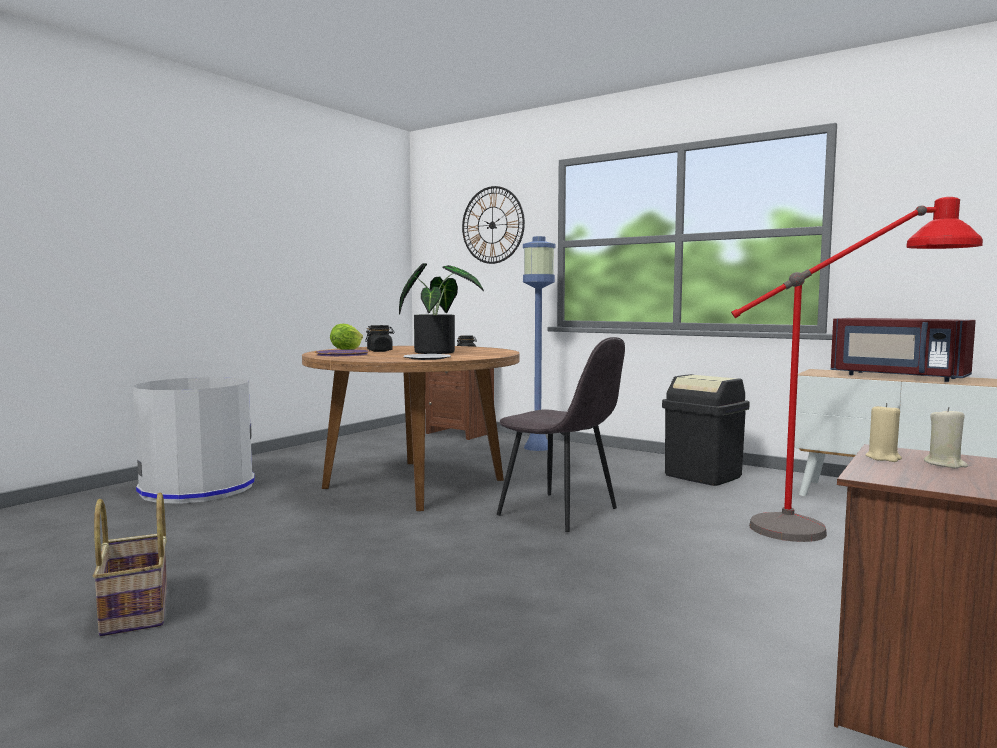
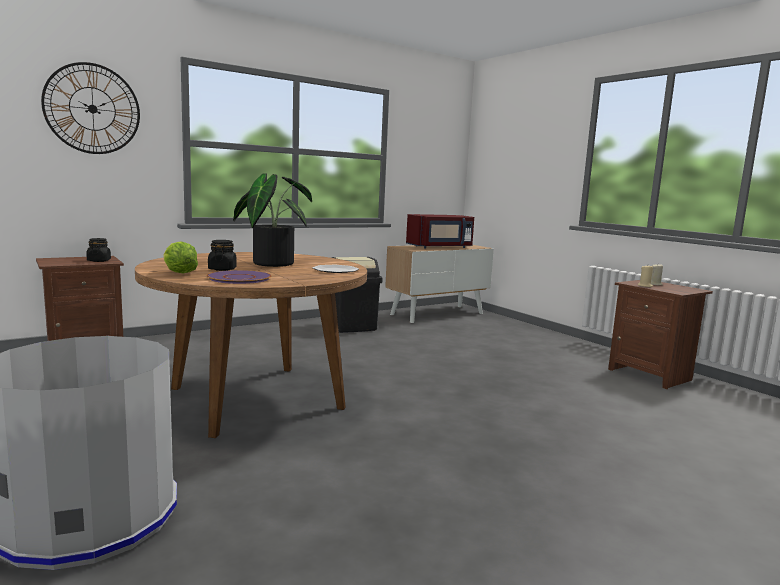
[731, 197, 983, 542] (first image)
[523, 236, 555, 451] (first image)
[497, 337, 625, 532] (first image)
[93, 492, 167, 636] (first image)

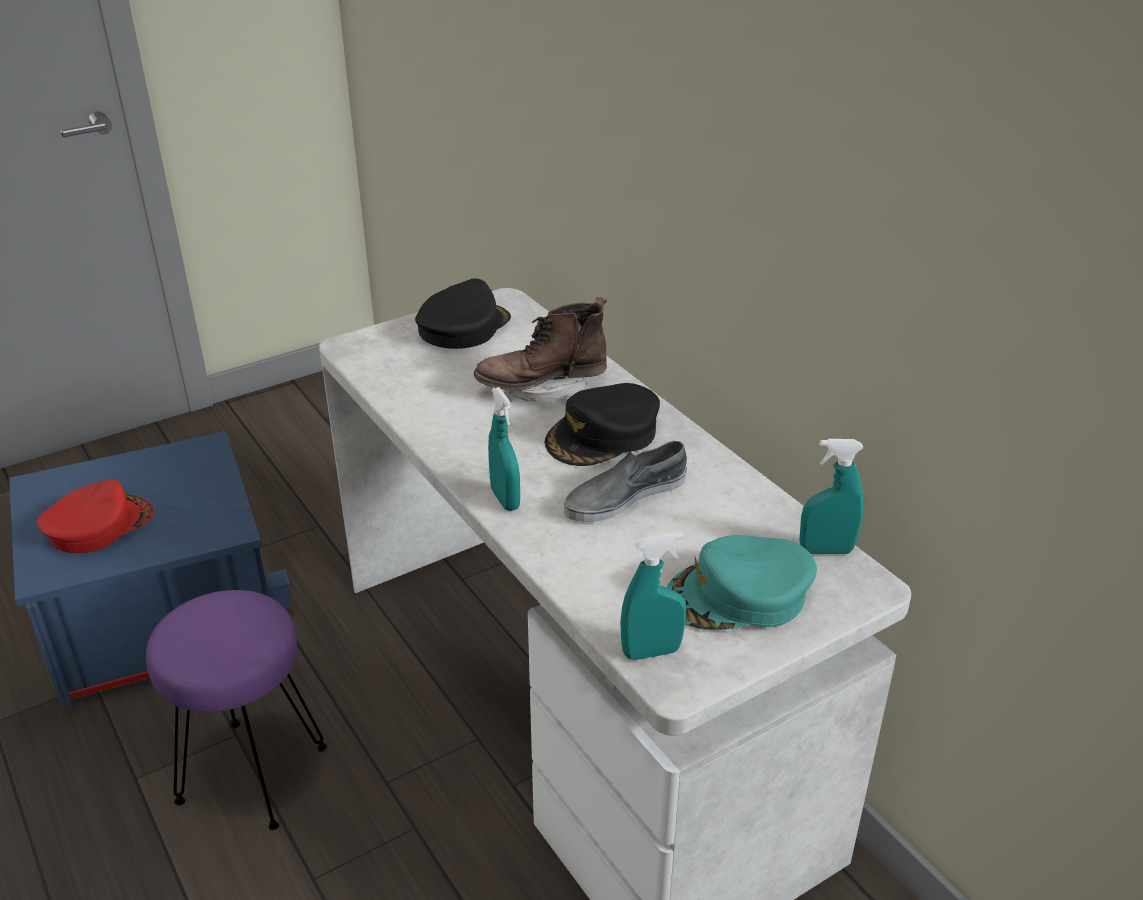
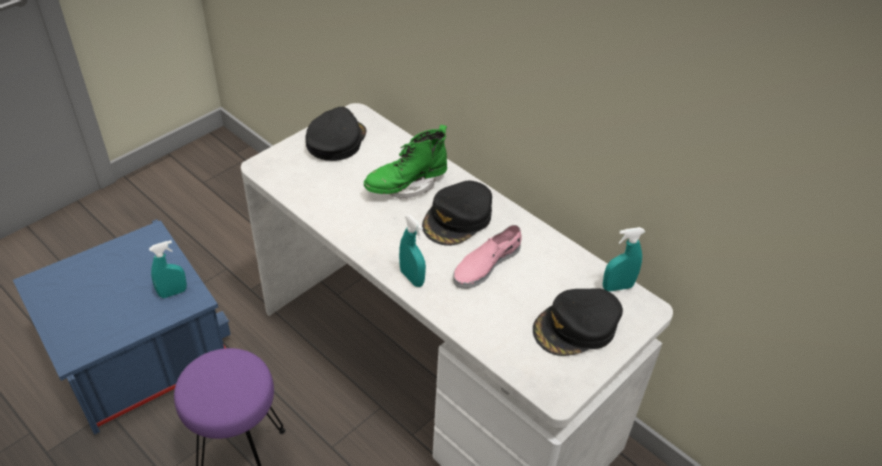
[364, 125, 447, 198]
[453, 225, 521, 289]
[37, 479, 154, 553] (first image)
[149, 240, 187, 298]
[533, 288, 623, 356]

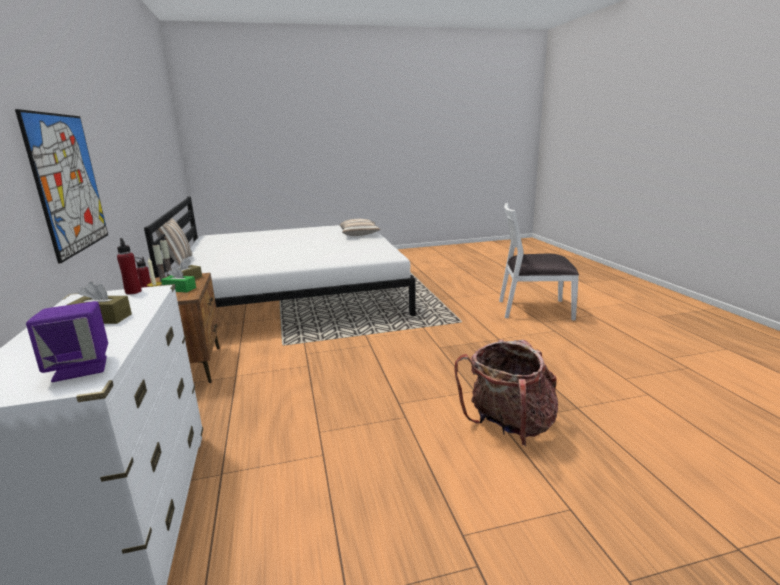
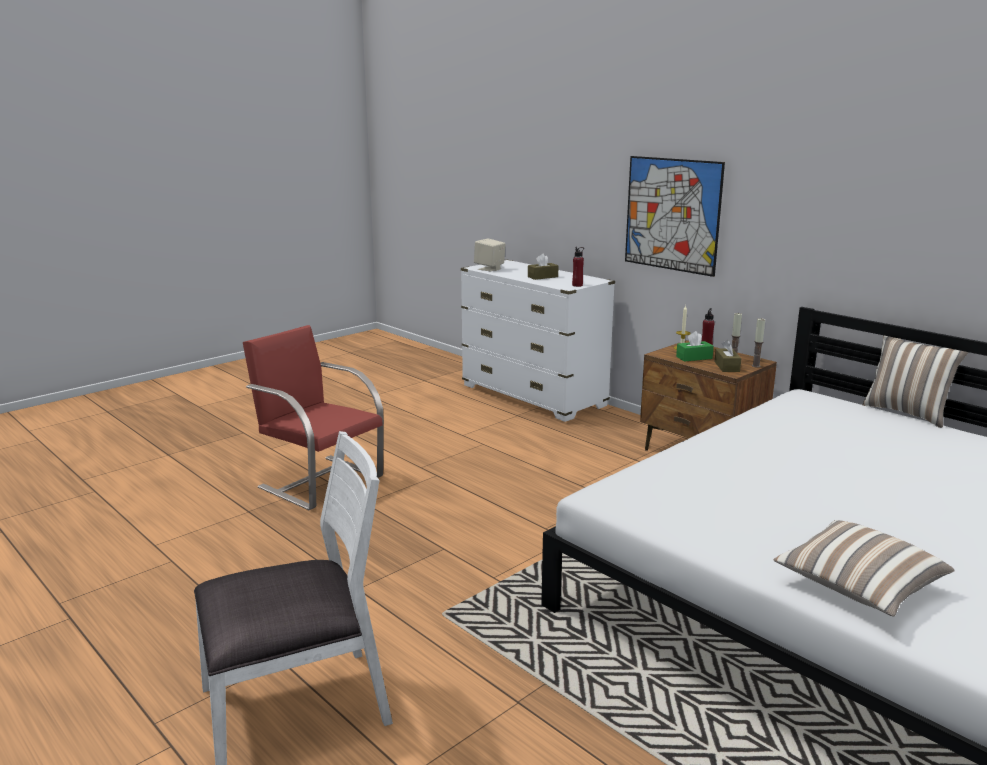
[474, 238, 505, 271]
[243, 325, 384, 510]

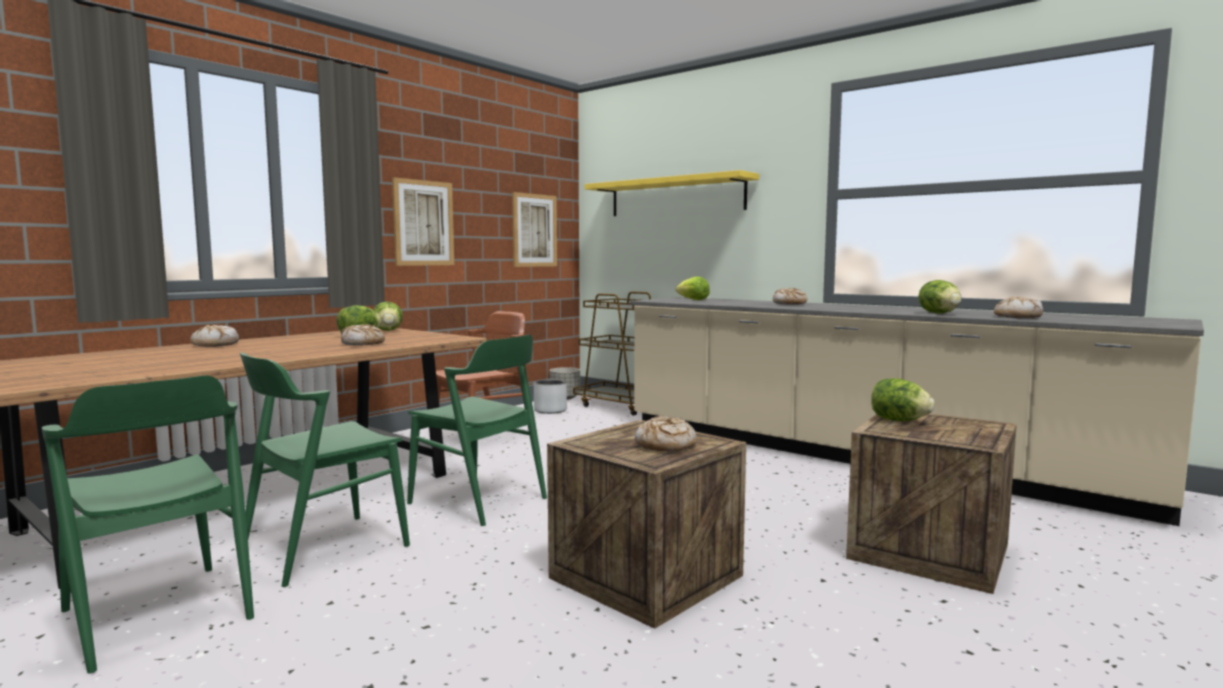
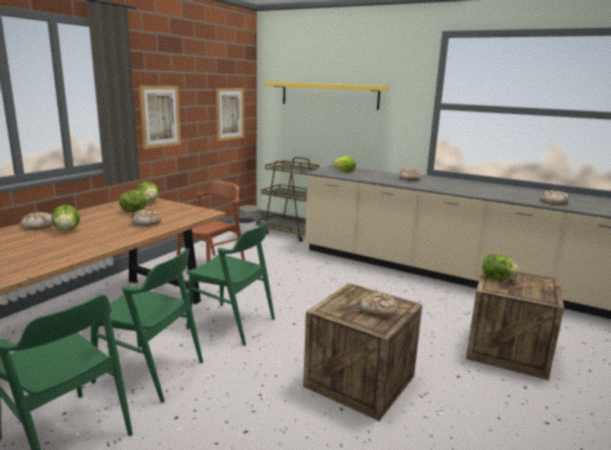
[51, 205, 80, 231]
[91, 248, 203, 403]

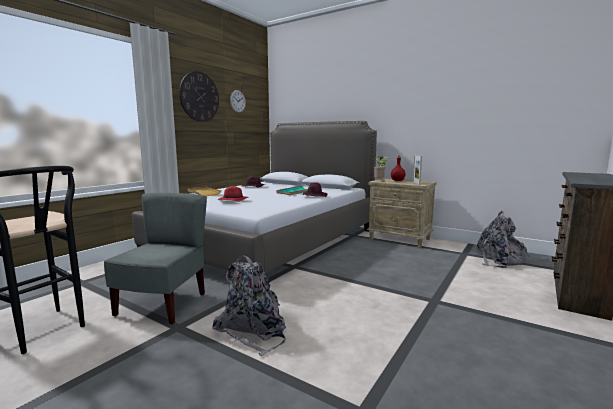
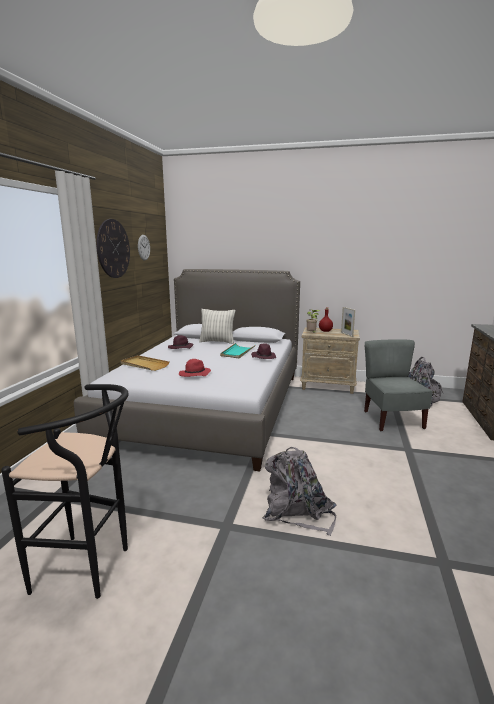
[364, 339, 432, 431]
[199, 309, 235, 344]

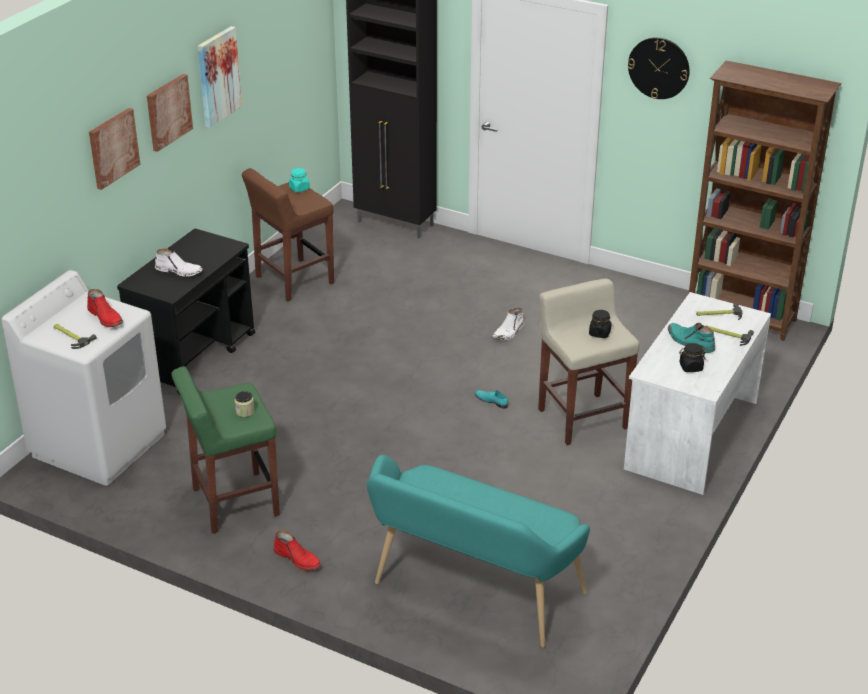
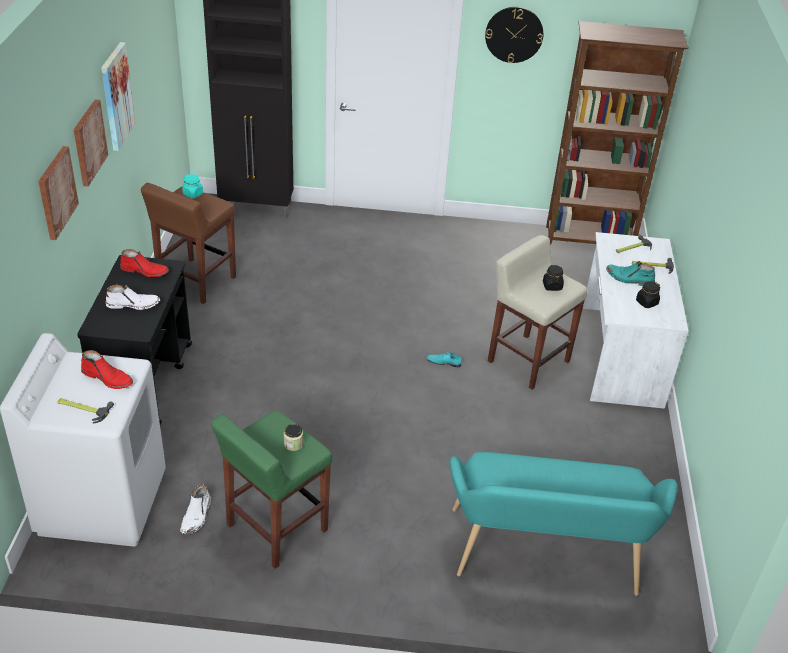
[180, 484, 211, 534]
[120, 249, 169, 277]

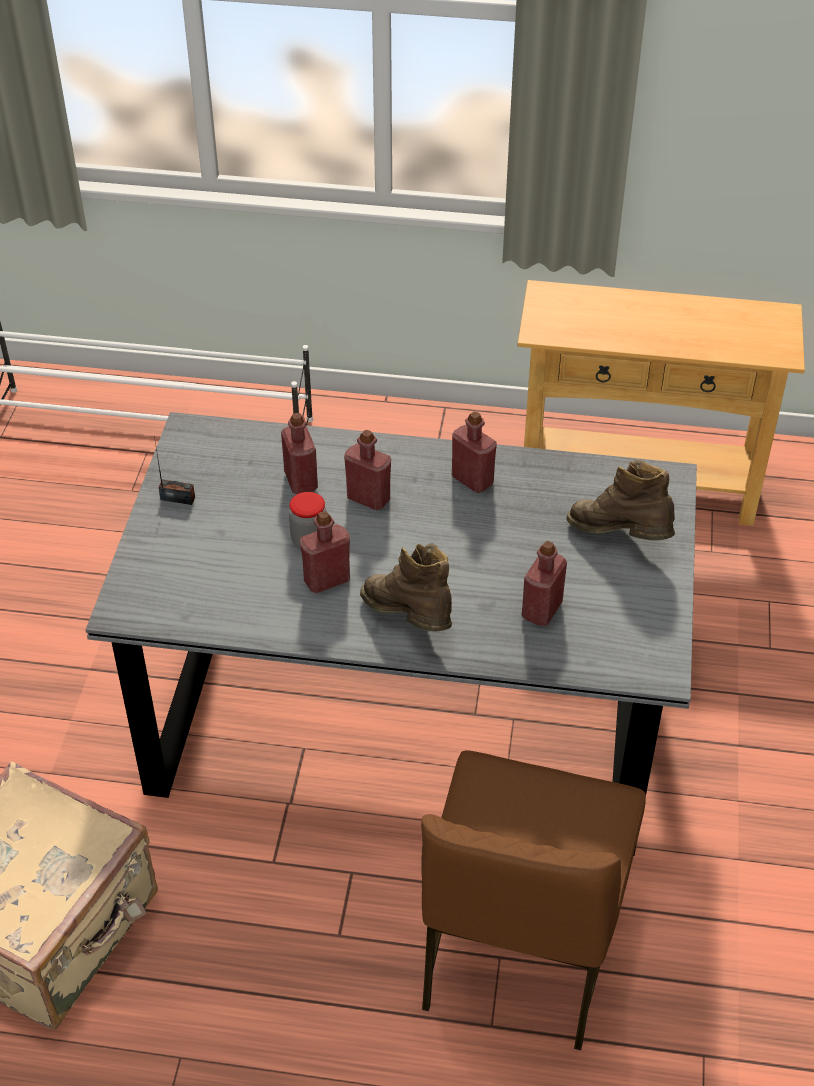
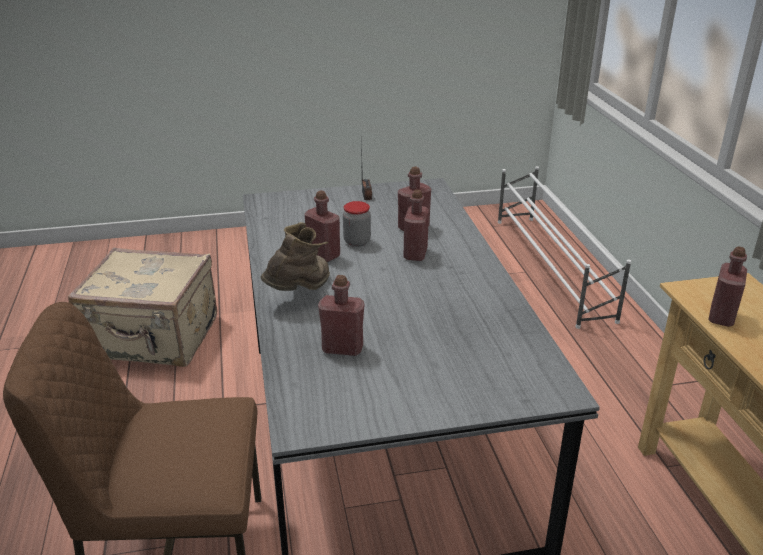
[708, 246, 747, 327]
[567, 460, 675, 541] (first image)

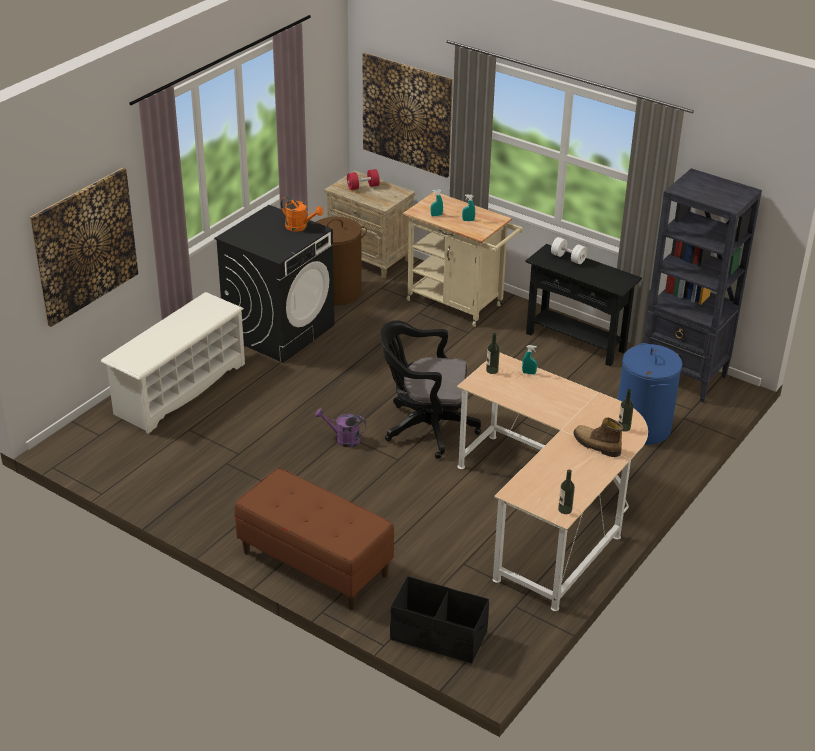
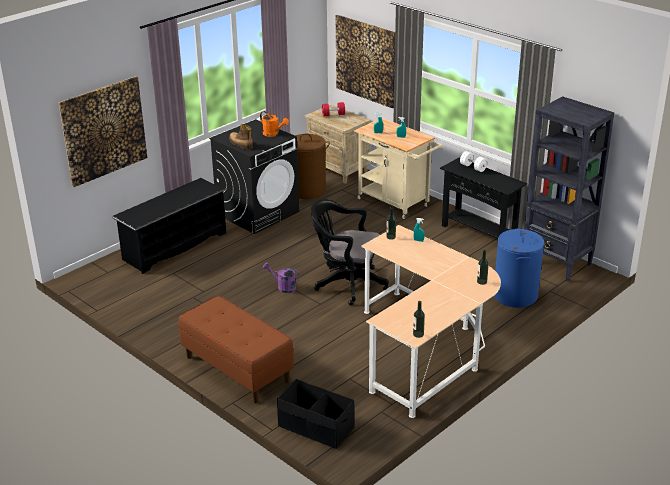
[112, 178, 226, 274]
[229, 124, 253, 150]

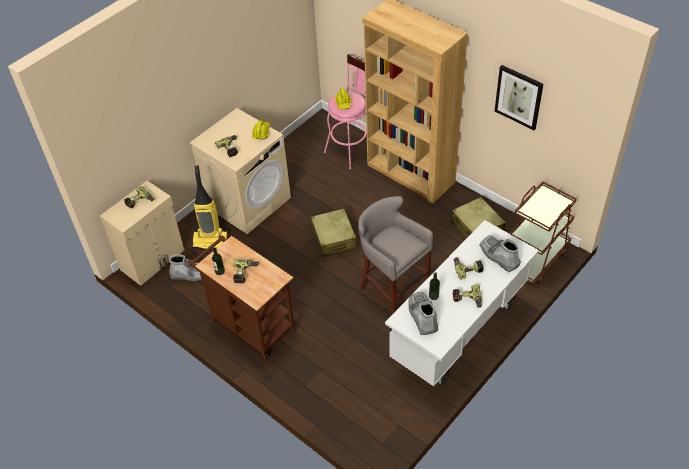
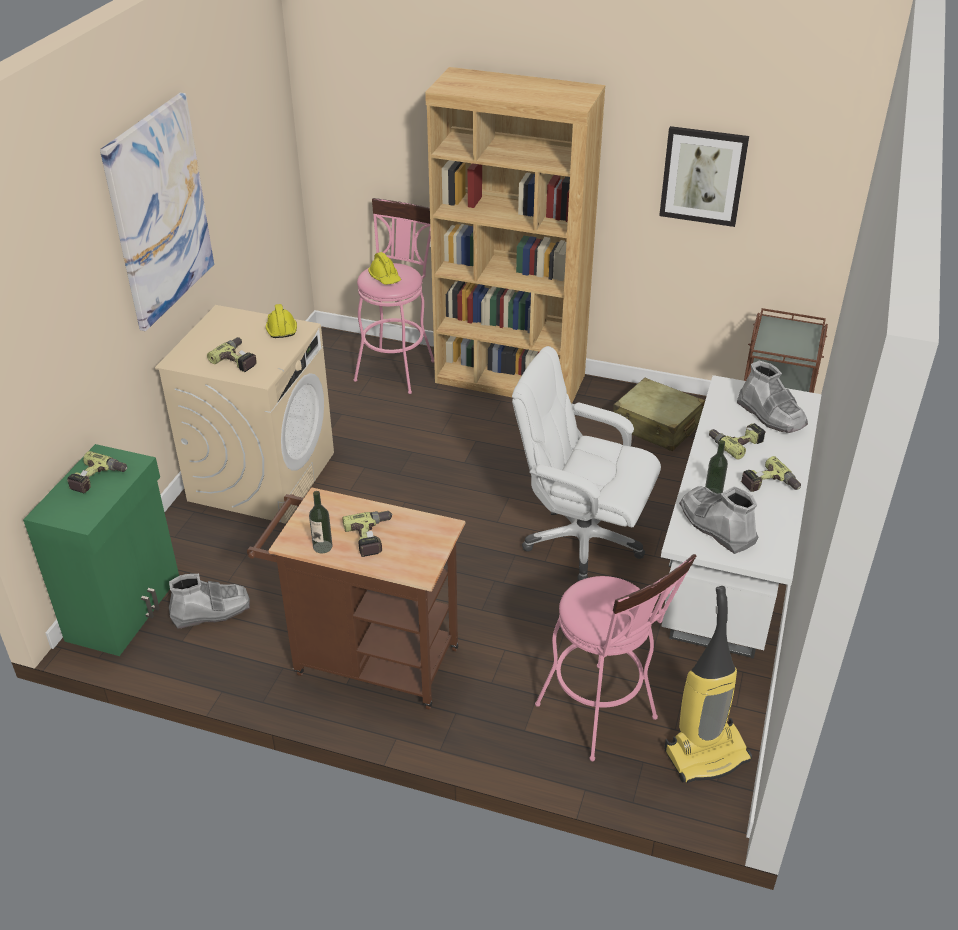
[664, 586, 752, 783]
[23, 444, 179, 656]
[512, 346, 661, 581]
[311, 208, 357, 257] (first image)
[737, 361, 808, 433]
[100, 93, 214, 331]
[535, 554, 696, 761]

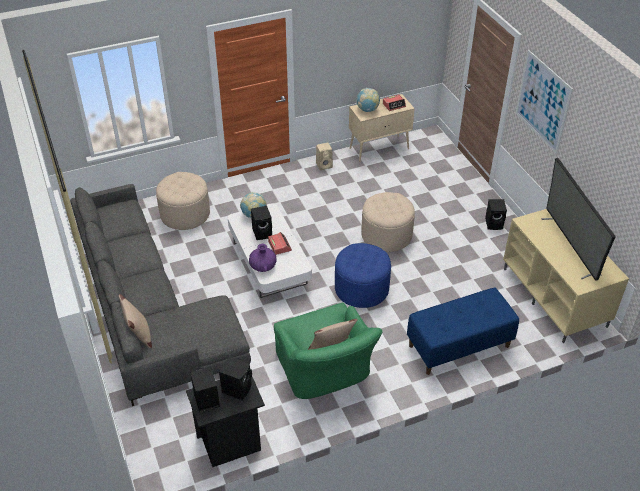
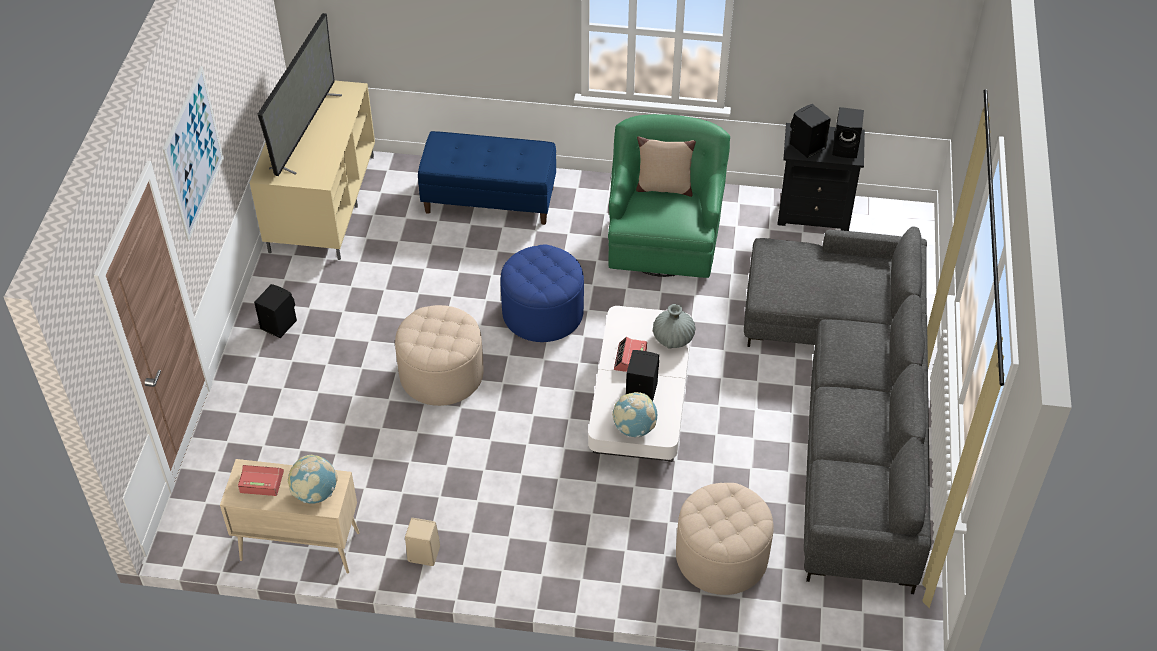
[653, 304, 696, 349]
[119, 294, 152, 348] (first image)

